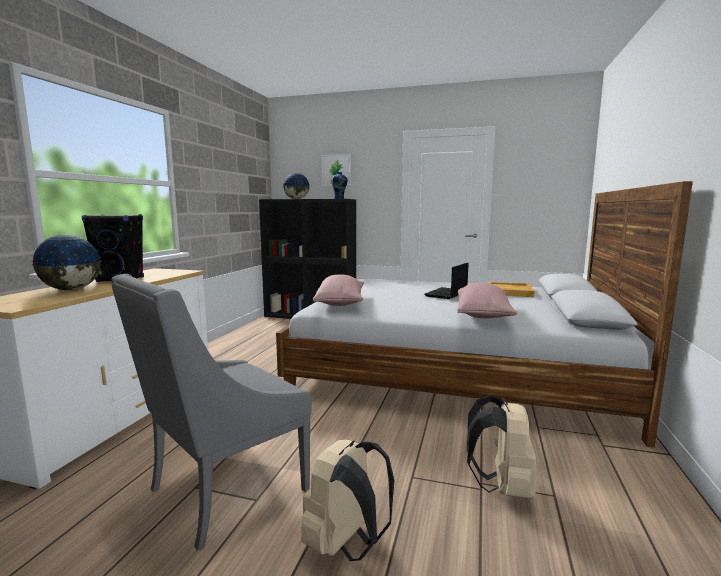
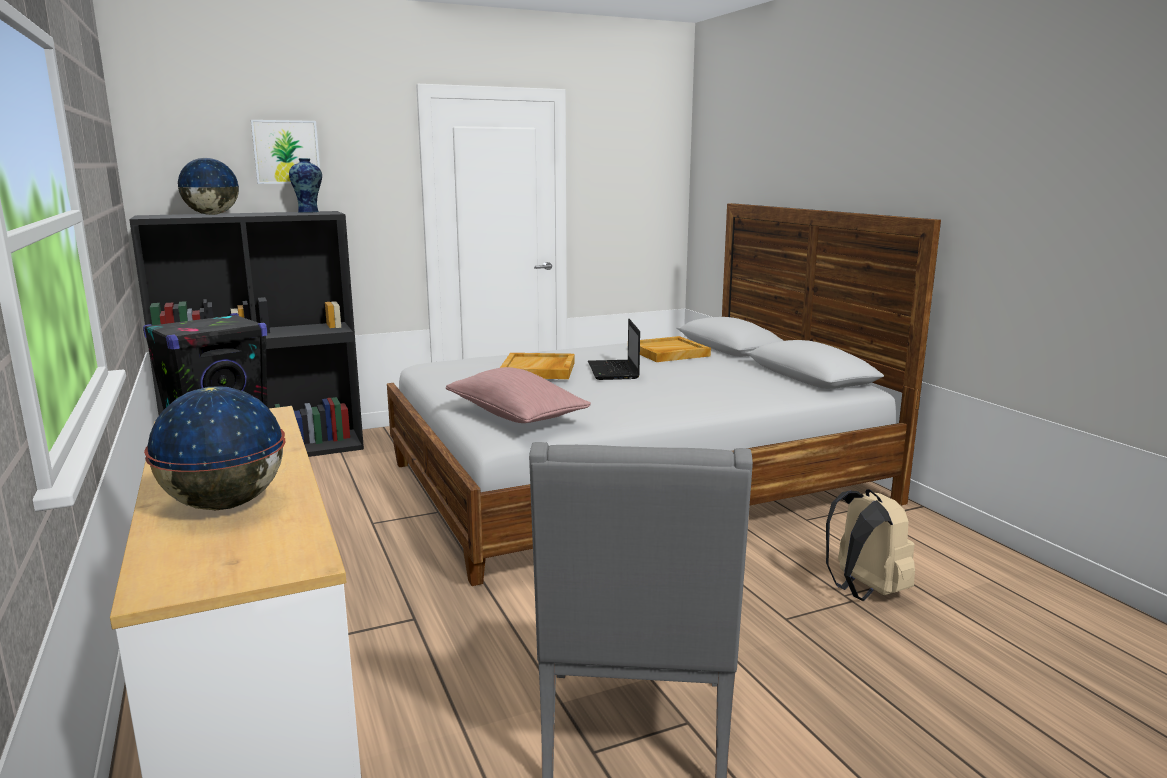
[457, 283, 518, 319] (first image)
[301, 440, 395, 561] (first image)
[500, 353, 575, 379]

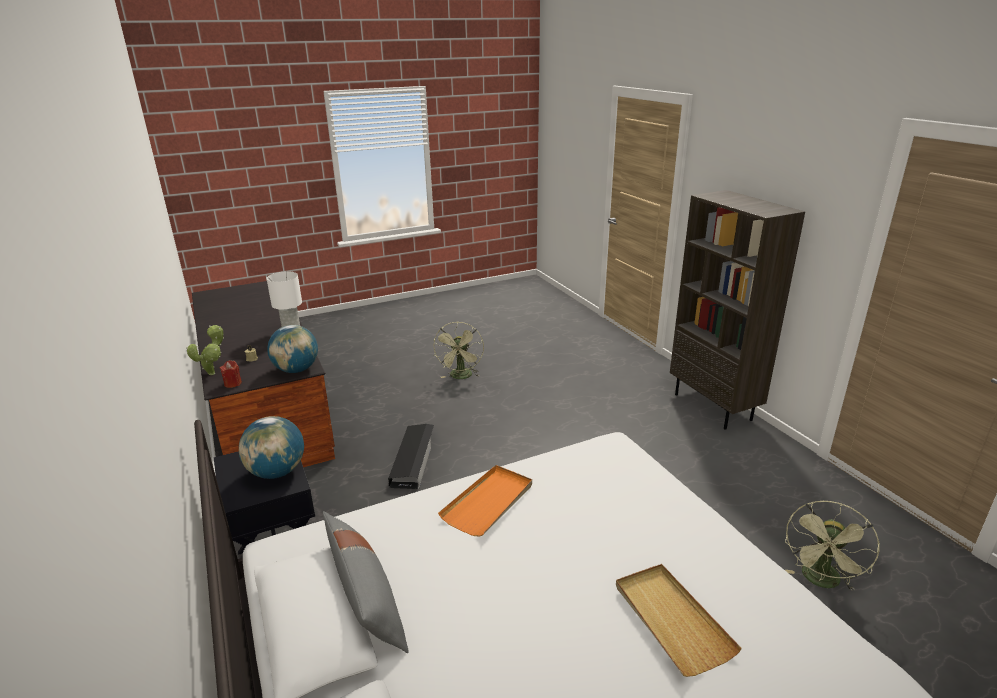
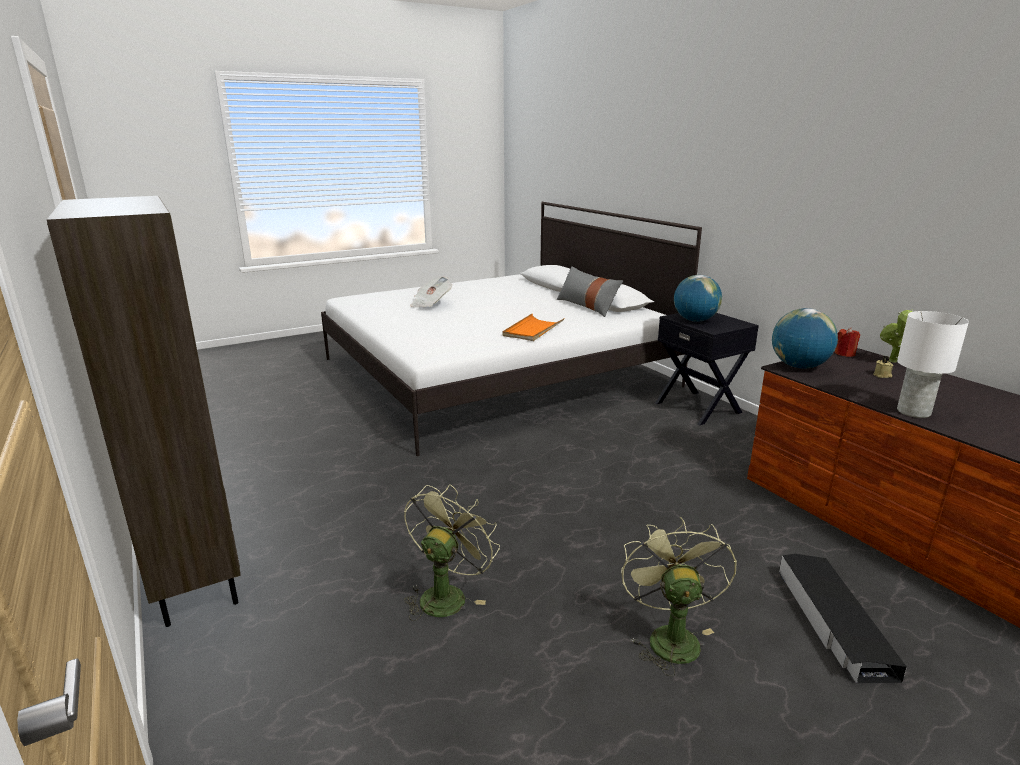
[779, 554, 907, 683]
[404, 484, 500, 621]
[410, 277, 452, 308]

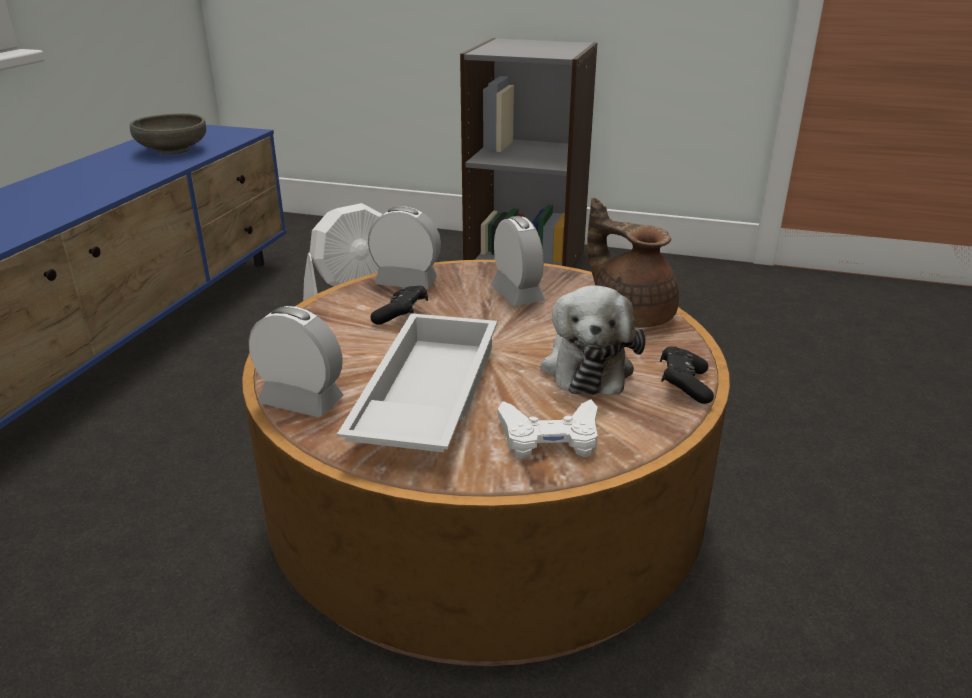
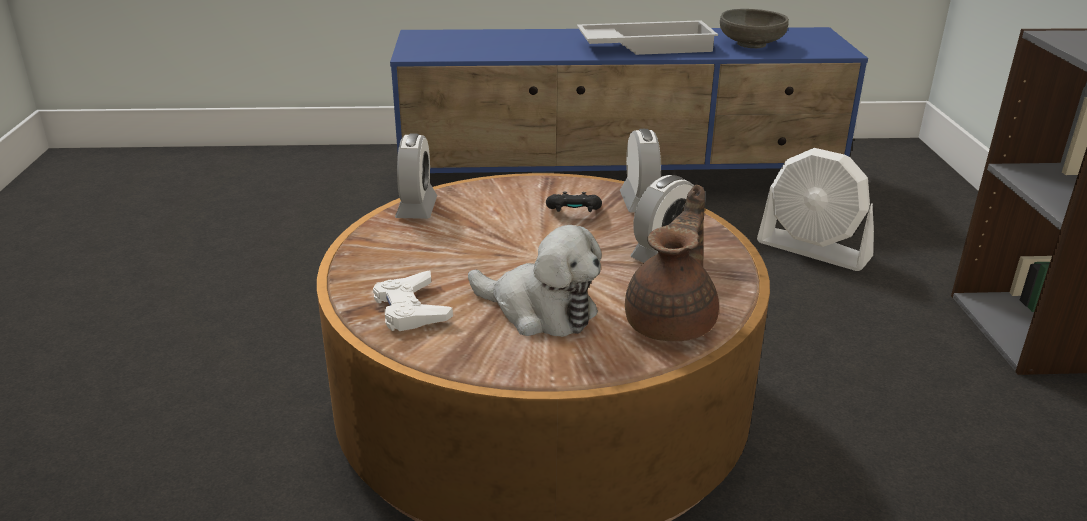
[468, 225, 602, 337]
[577, 20, 718, 55]
[660, 346, 714, 404] (first image)

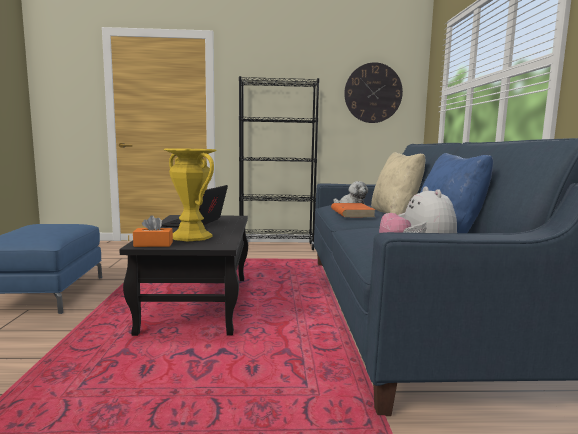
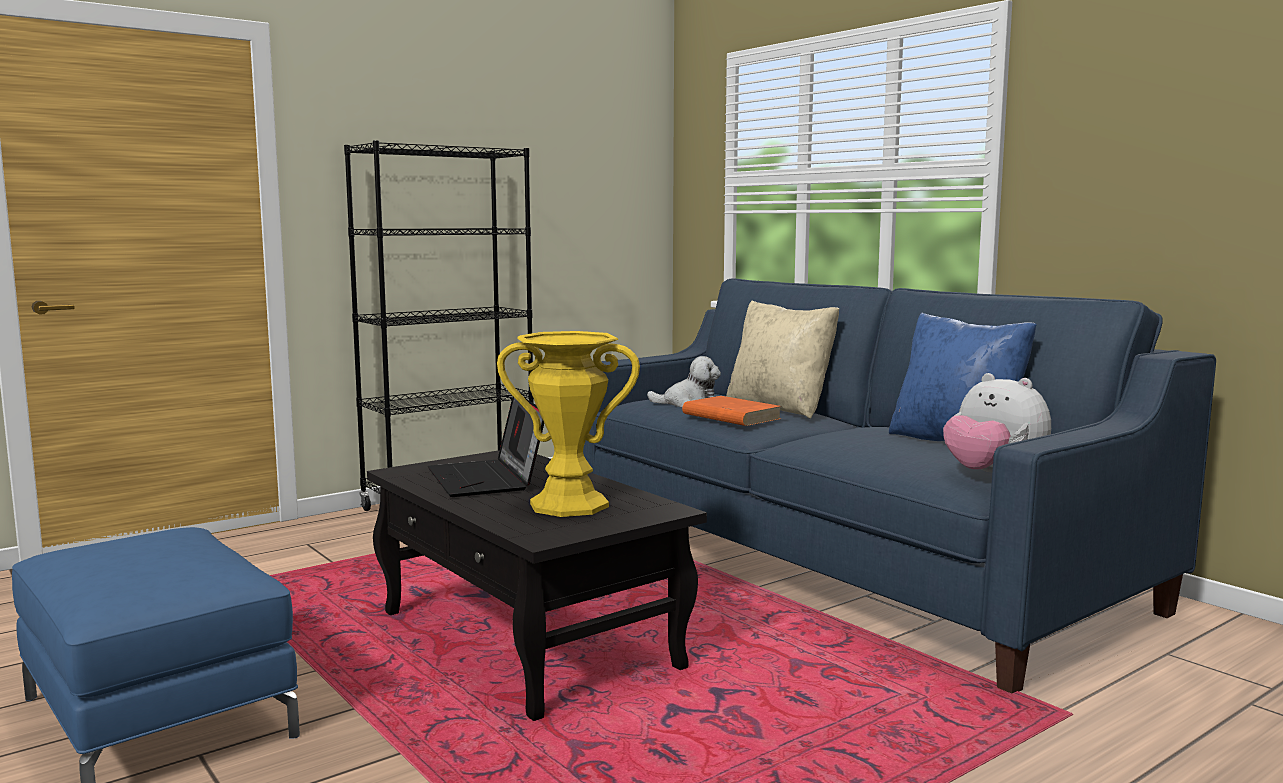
[344, 62, 403, 123] (first image)
[133, 215, 173, 247] (first image)

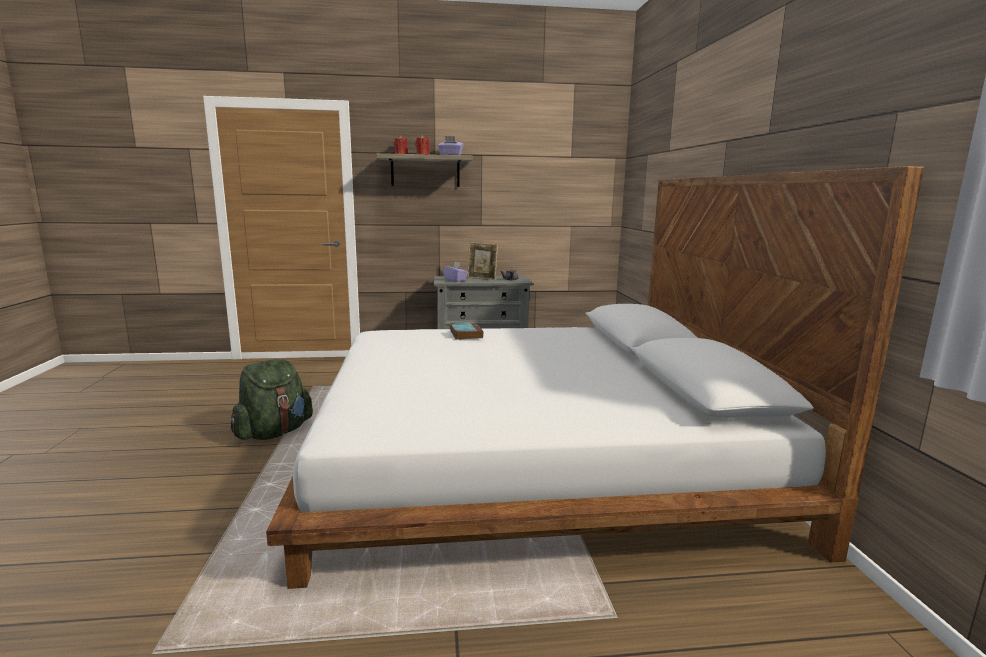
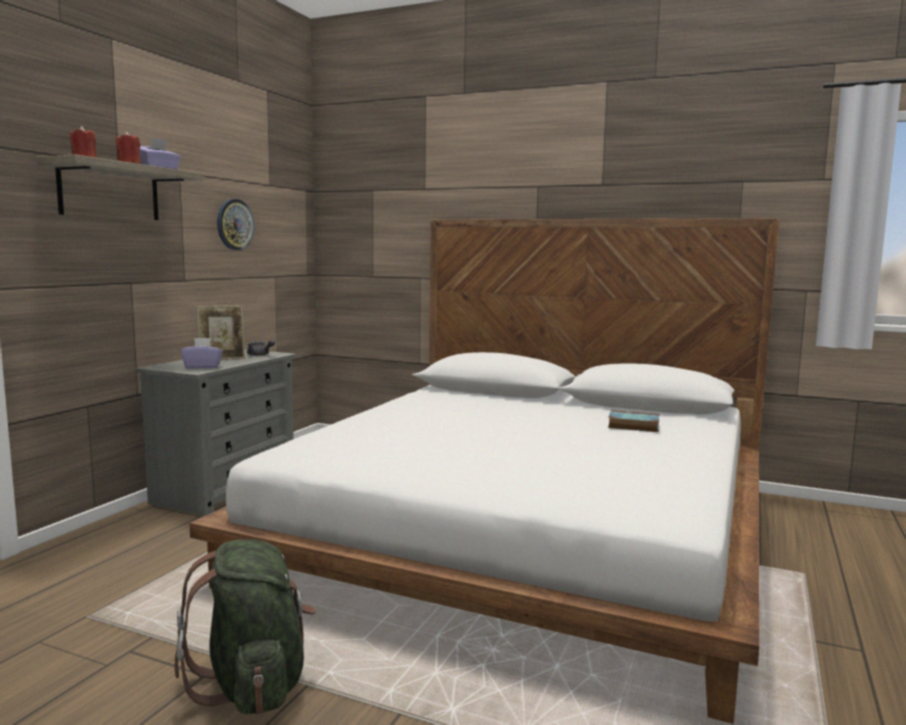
[608, 410, 659, 432]
[217, 199, 254, 250]

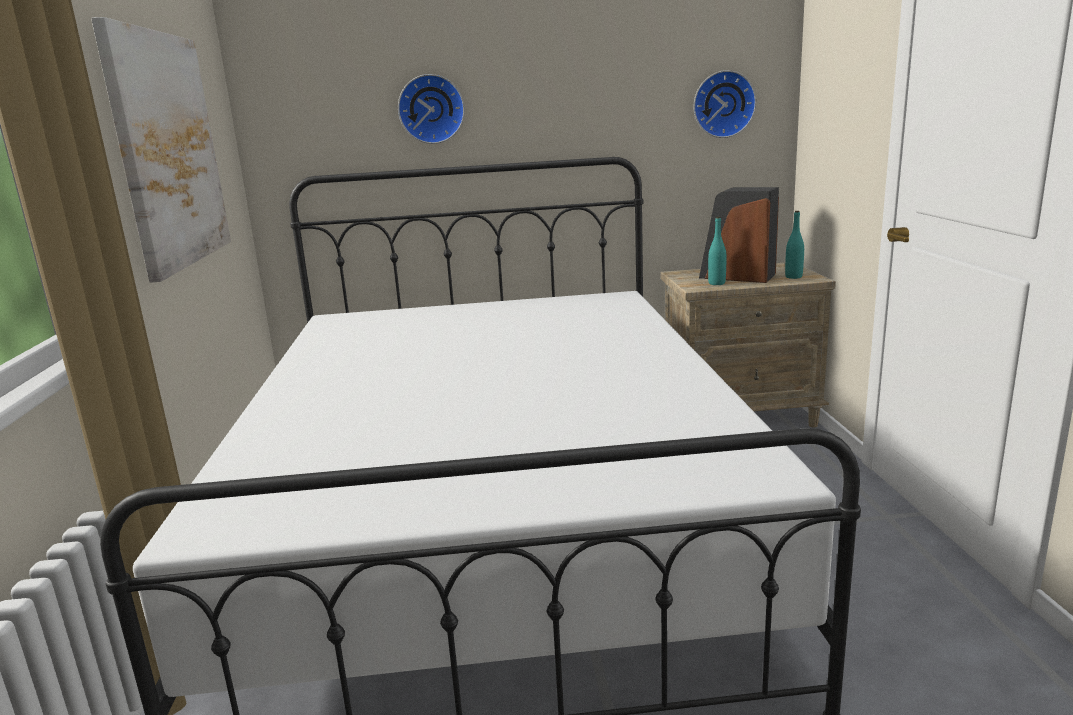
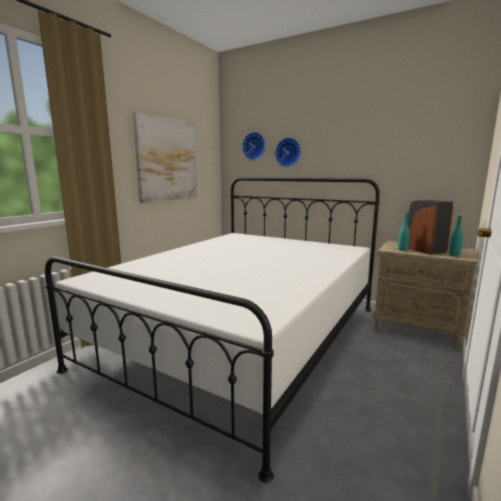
[242, 132, 266, 161]

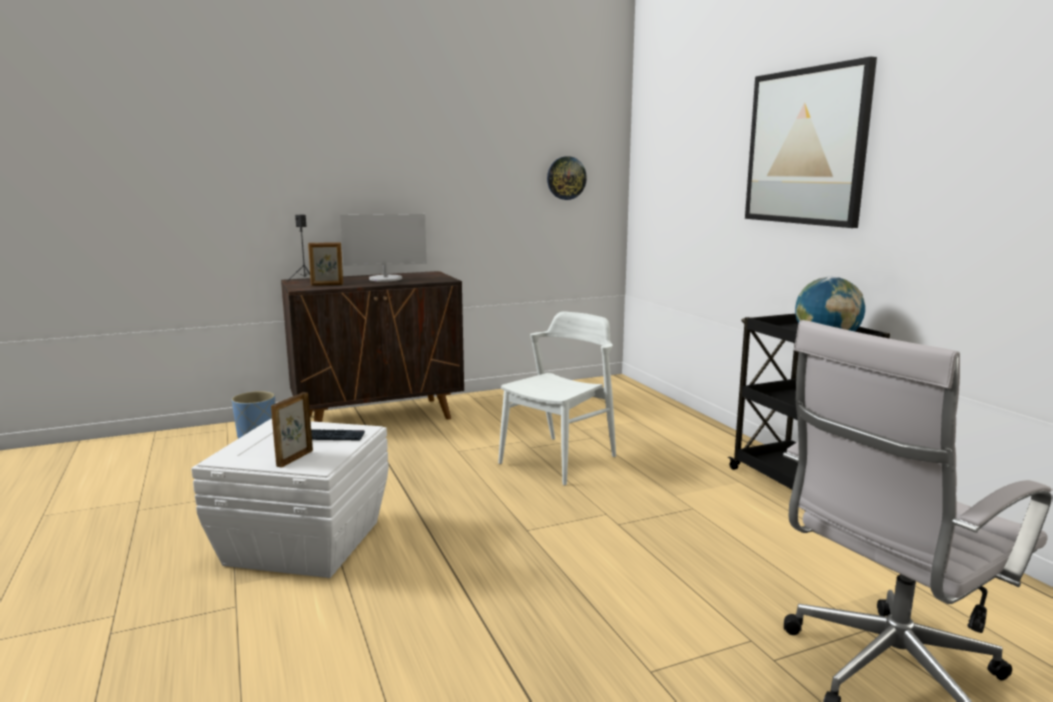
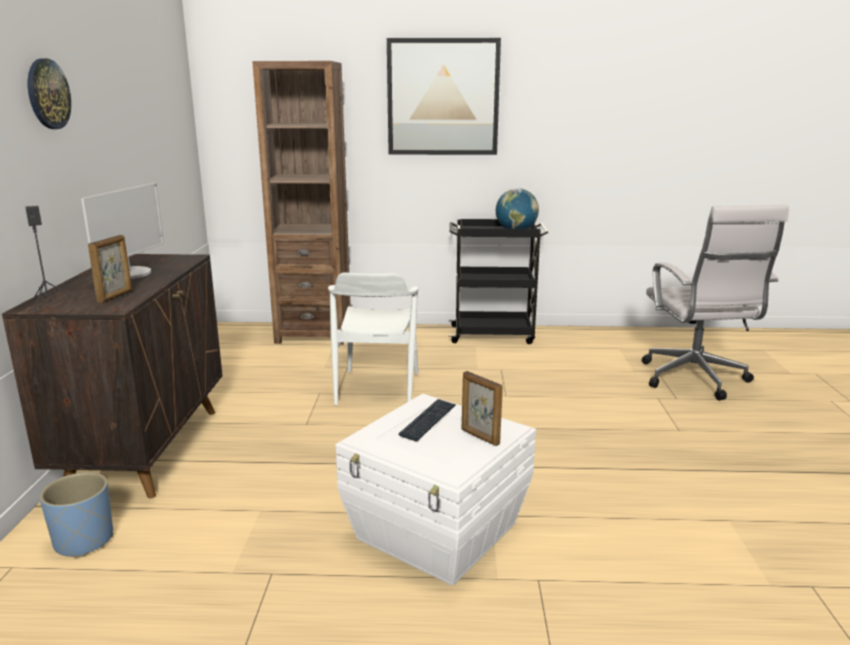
[28, 58, 71, 129]
[328, 272, 418, 405]
[252, 61, 351, 345]

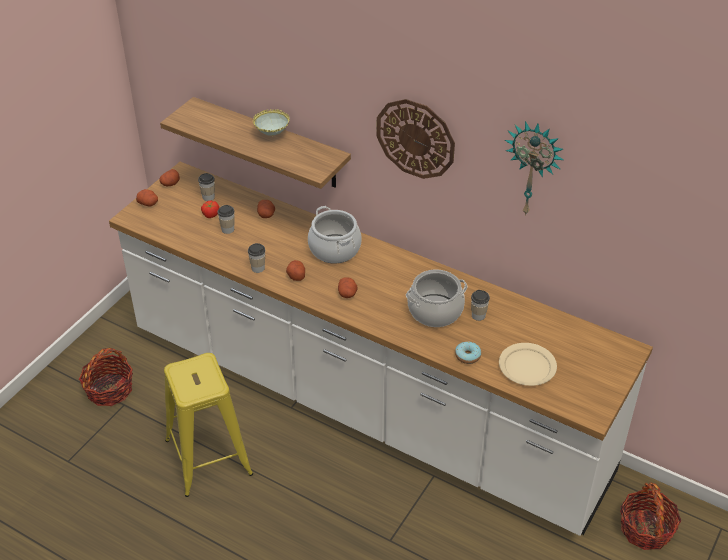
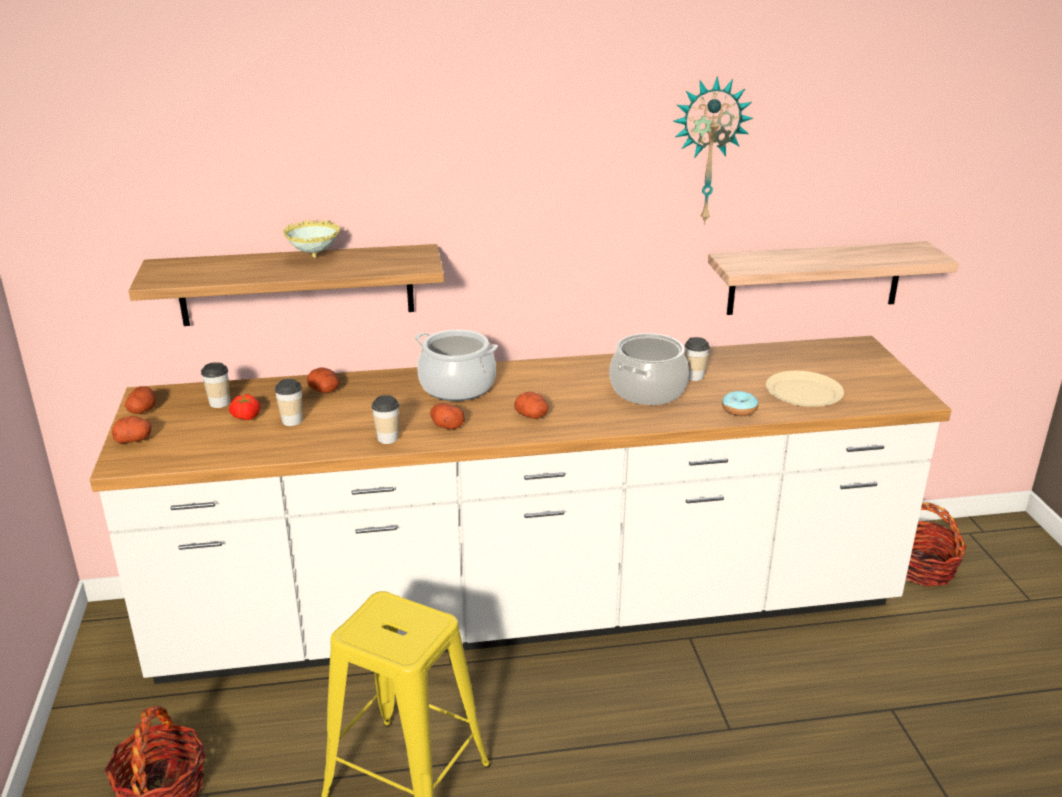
[376, 99, 455, 179] (first image)
[708, 241, 959, 315]

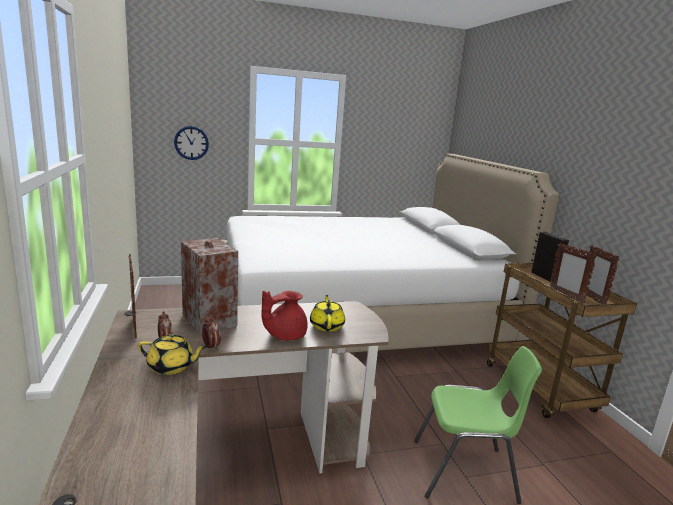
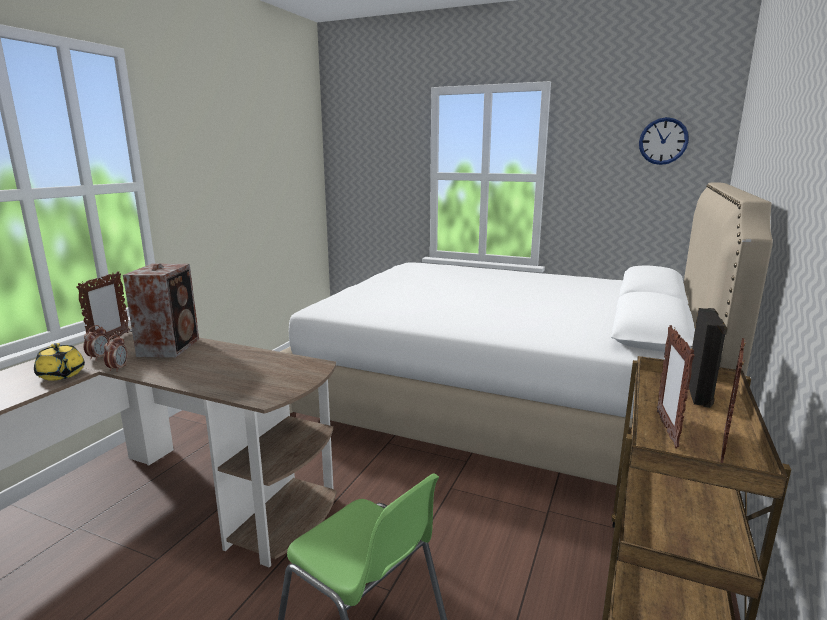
[639, 117, 689, 165]
[261, 291, 308, 340] (first image)
[310, 295, 345, 332] (first image)

